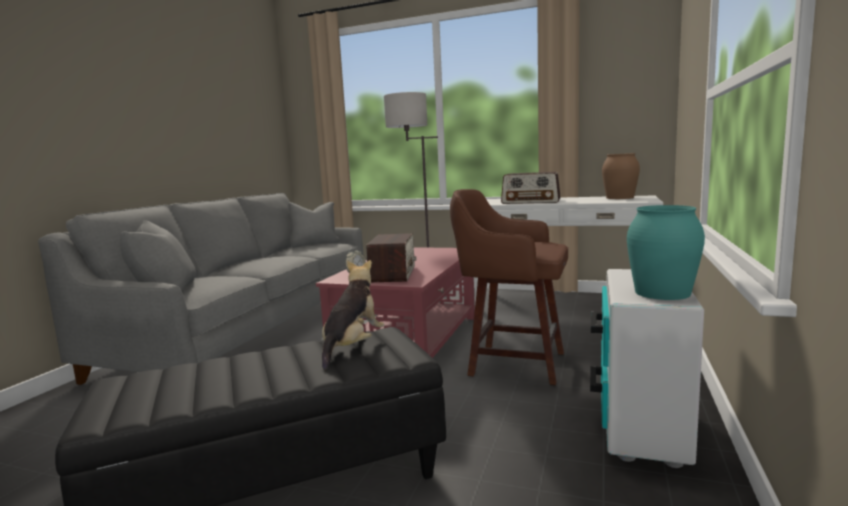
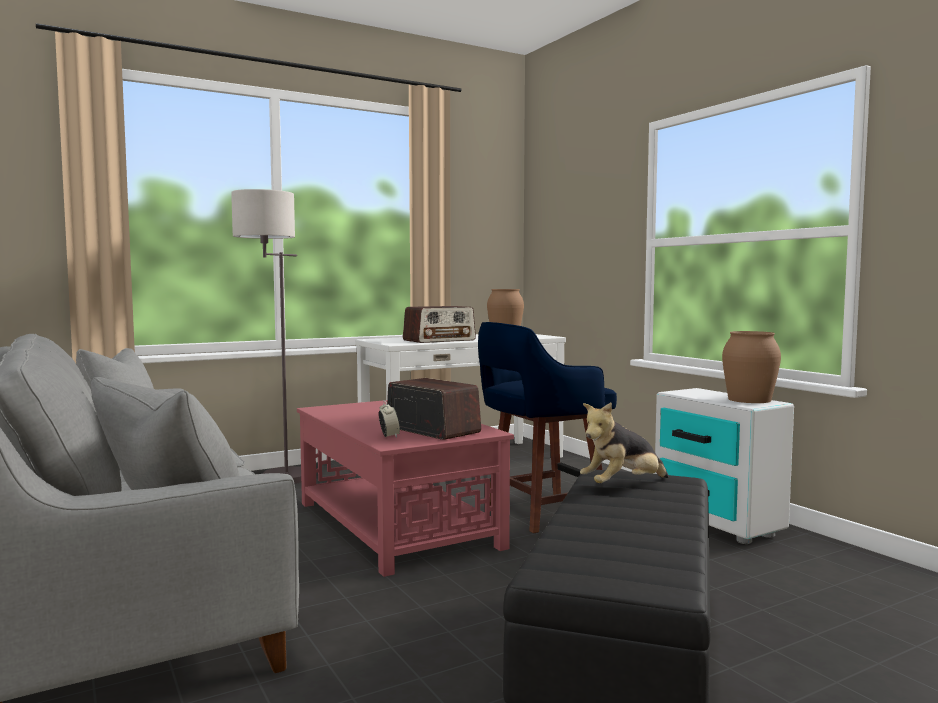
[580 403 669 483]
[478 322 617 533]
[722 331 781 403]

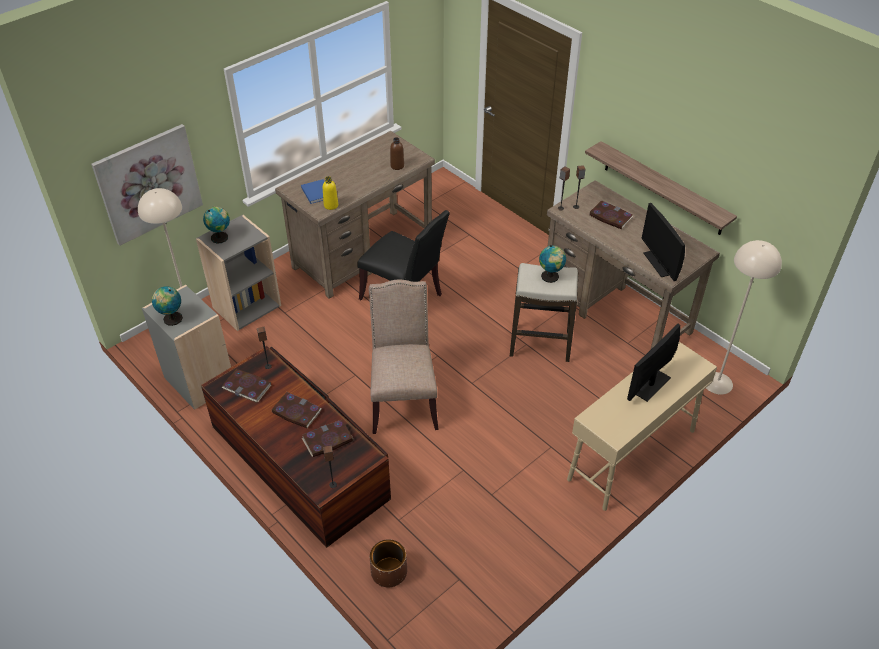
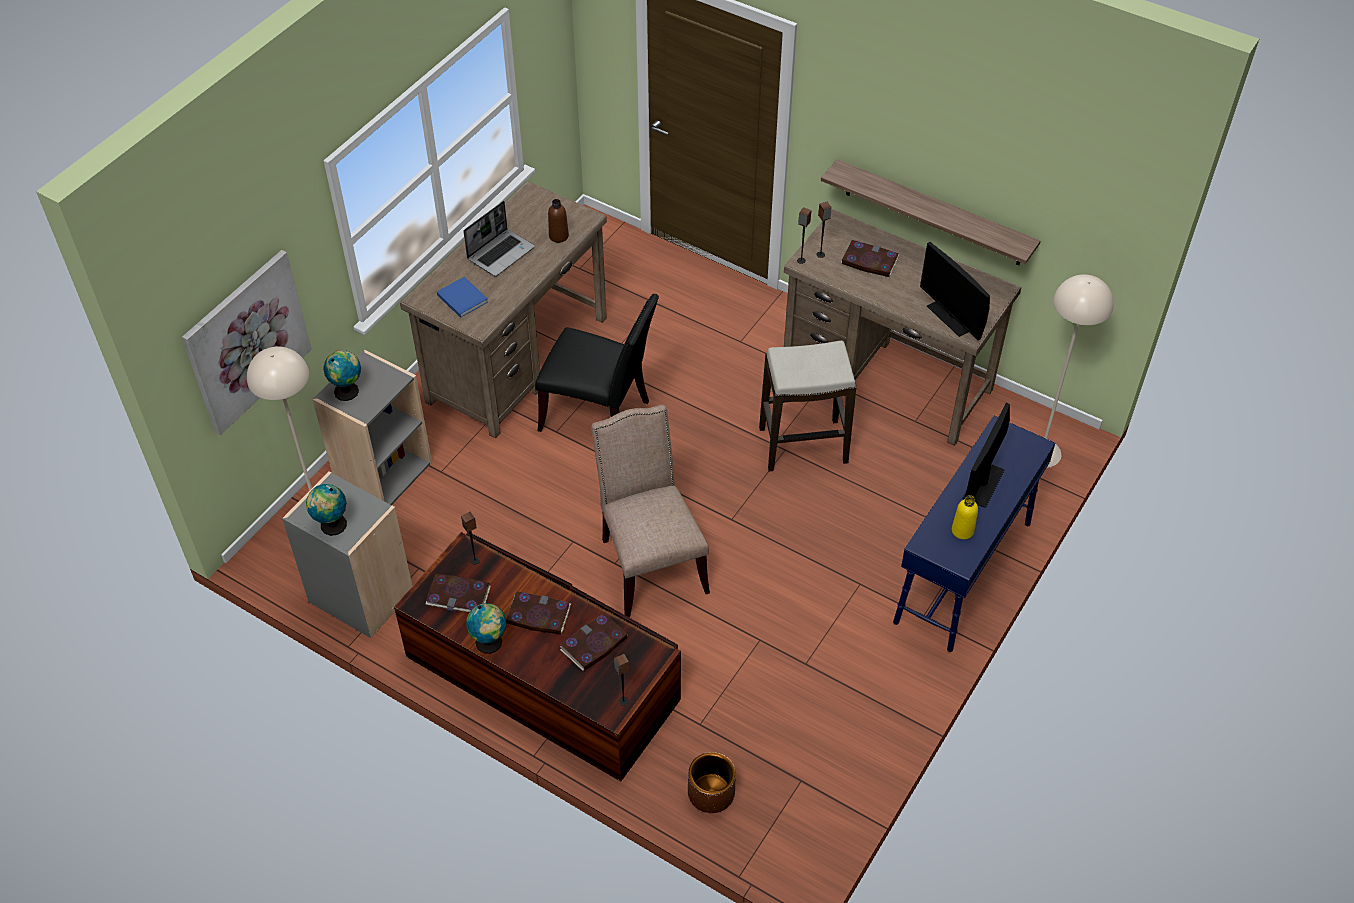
[952 495 978 540]
[466 603 507 654]
[893 416 1055 652]
[463 201 535 276]

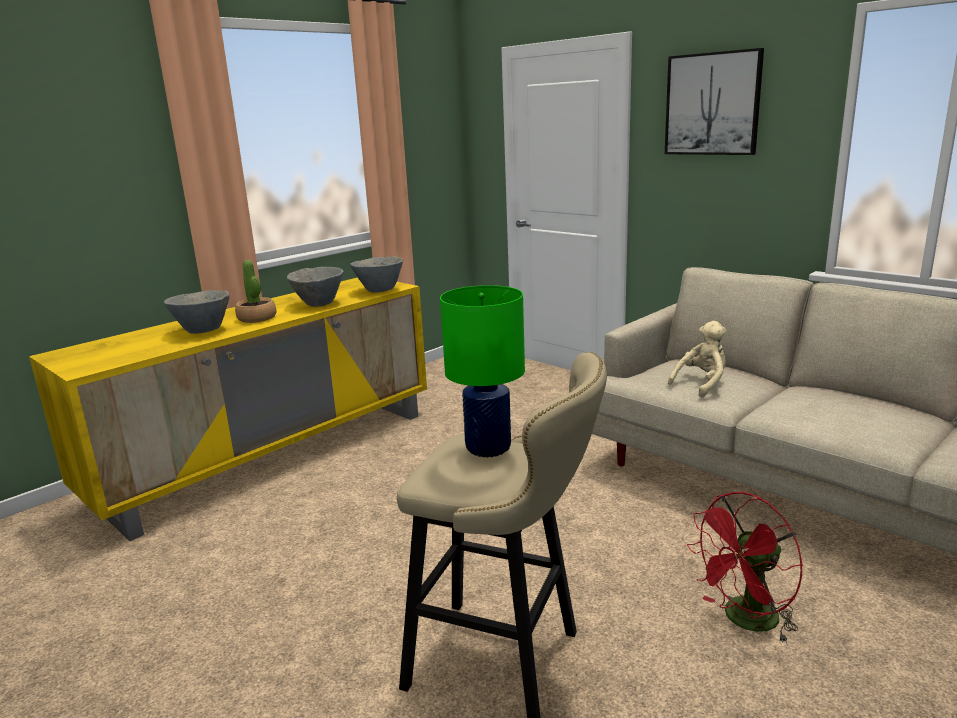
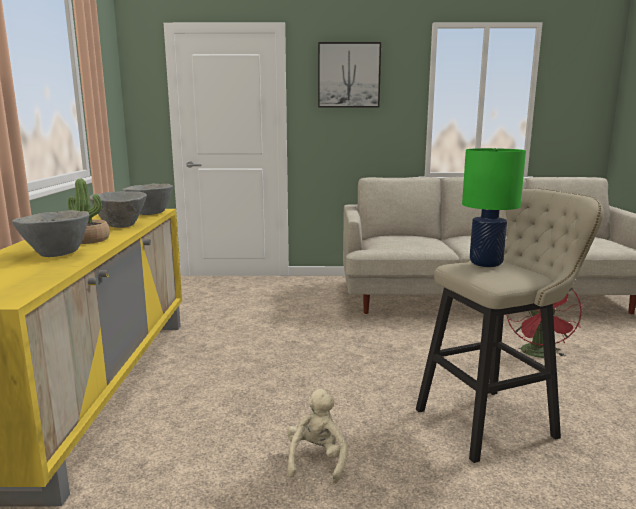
[287 389 347 484]

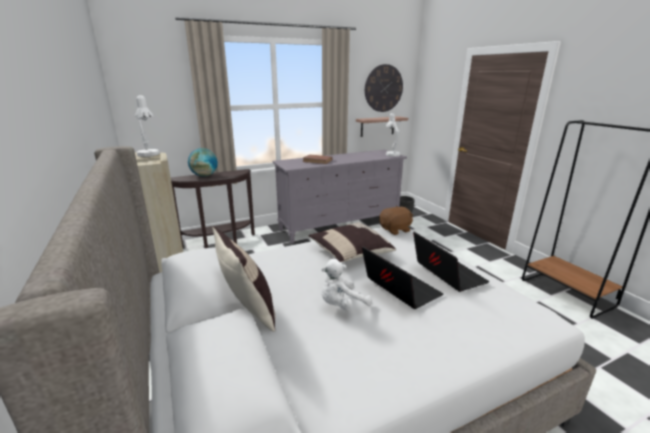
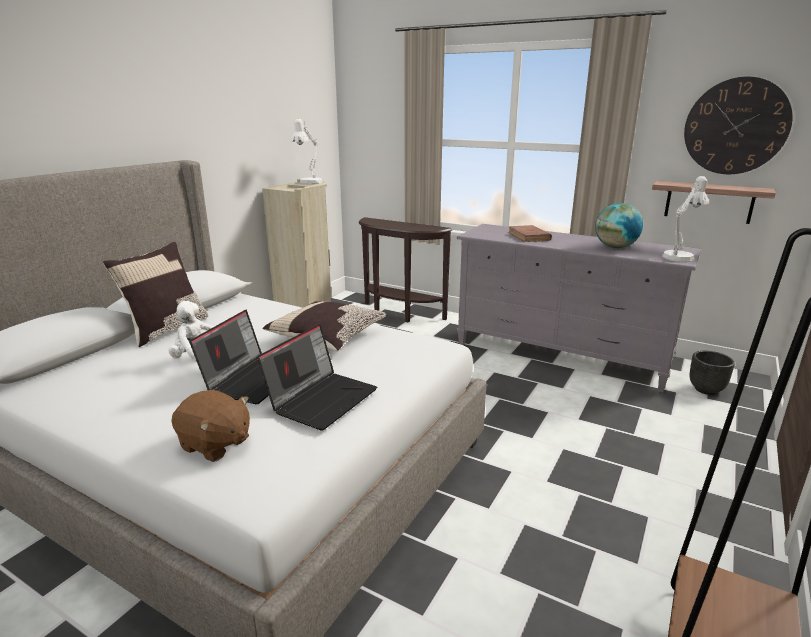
[595 203 643 248]
[171 390 250 462]

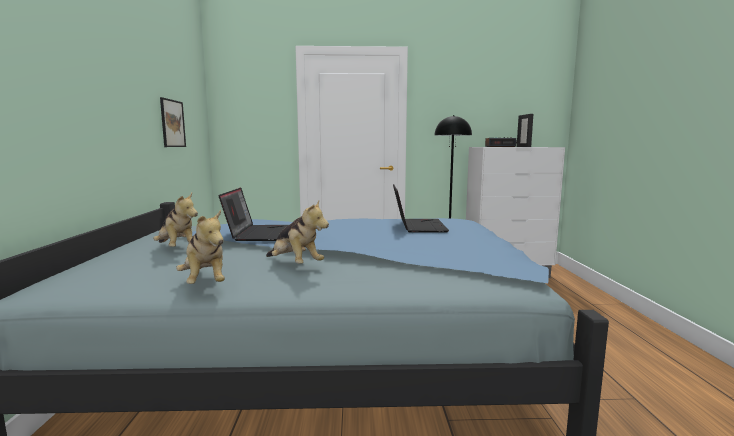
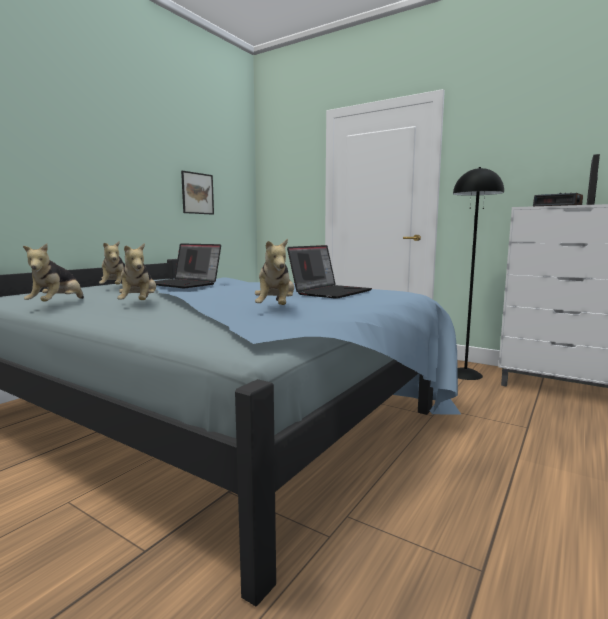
[155 243 221 288]
[255 239 294 305]

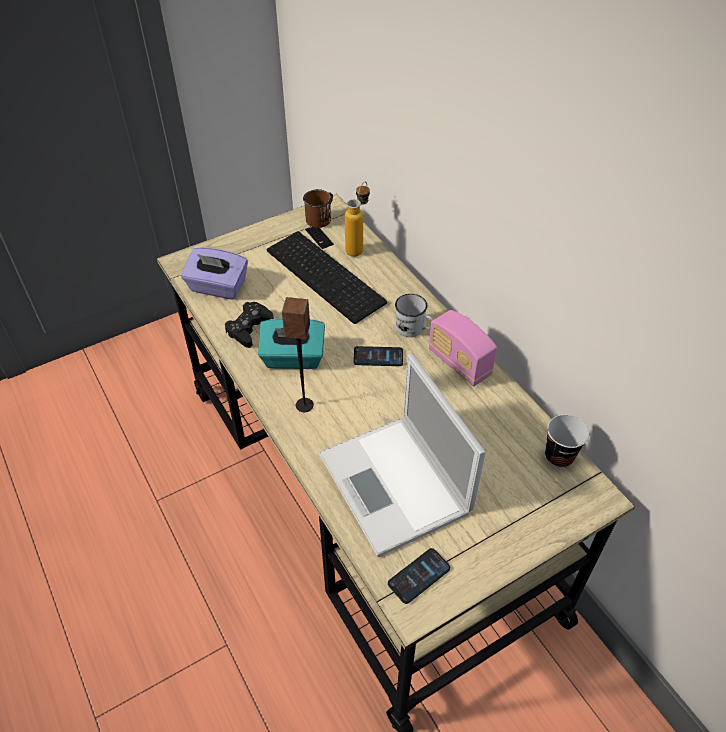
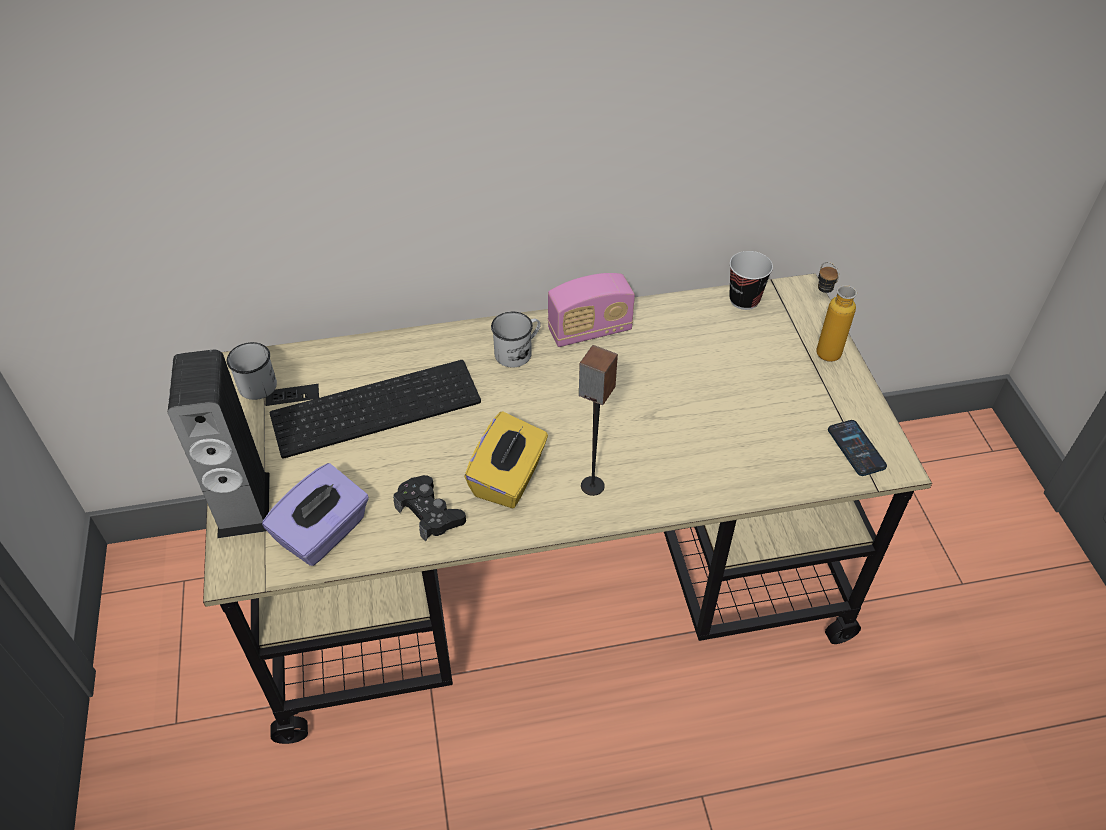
[464 411 548 508]
[227 342 277 400]
[319 354 486 557] (first image)
[816 262 857 362]
[353 346 403 366] (first image)
[168 350 270 538]

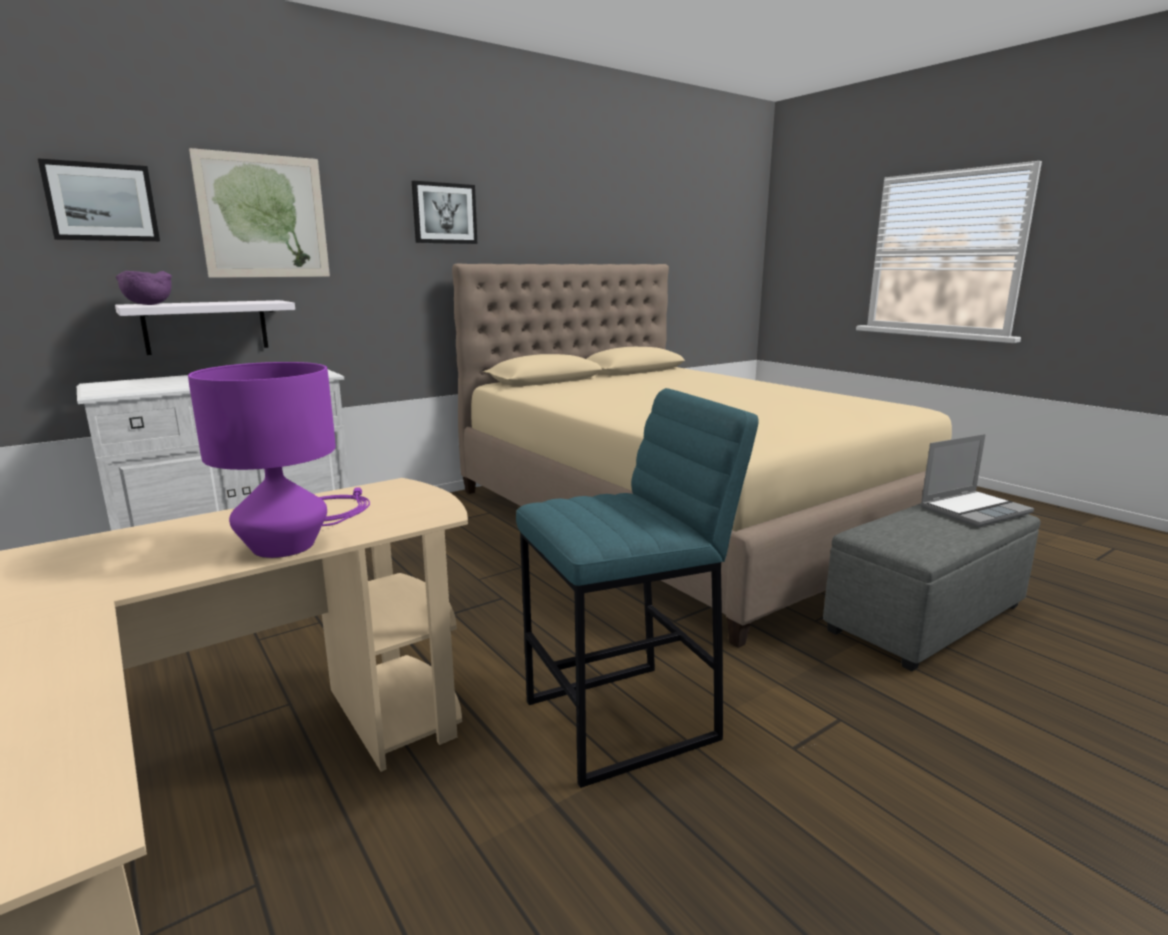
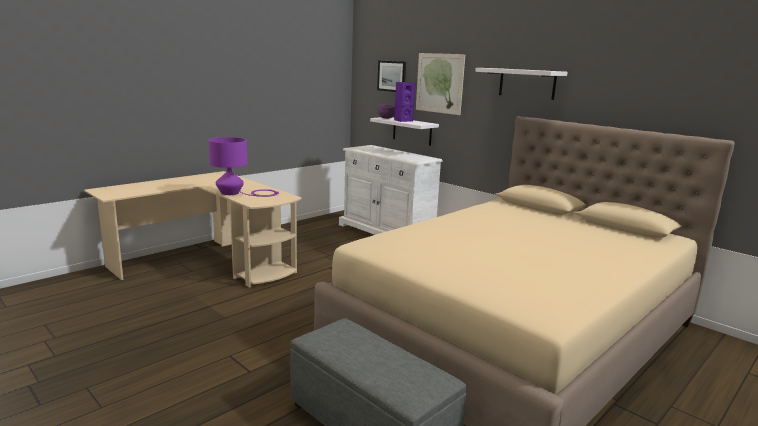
[475 68 567 100]
[516 388 759 788] (first image)
[920 434 1034 527] (first image)
[394 82 415 122]

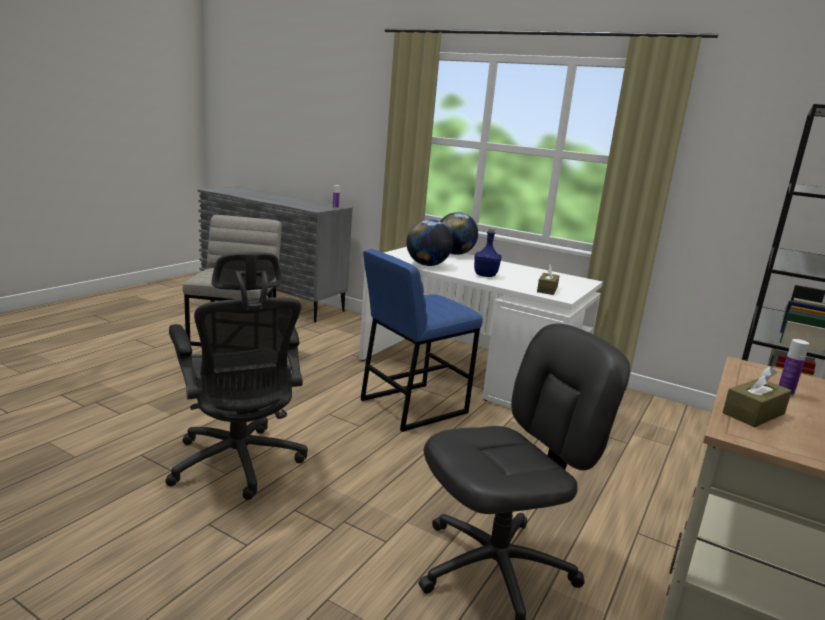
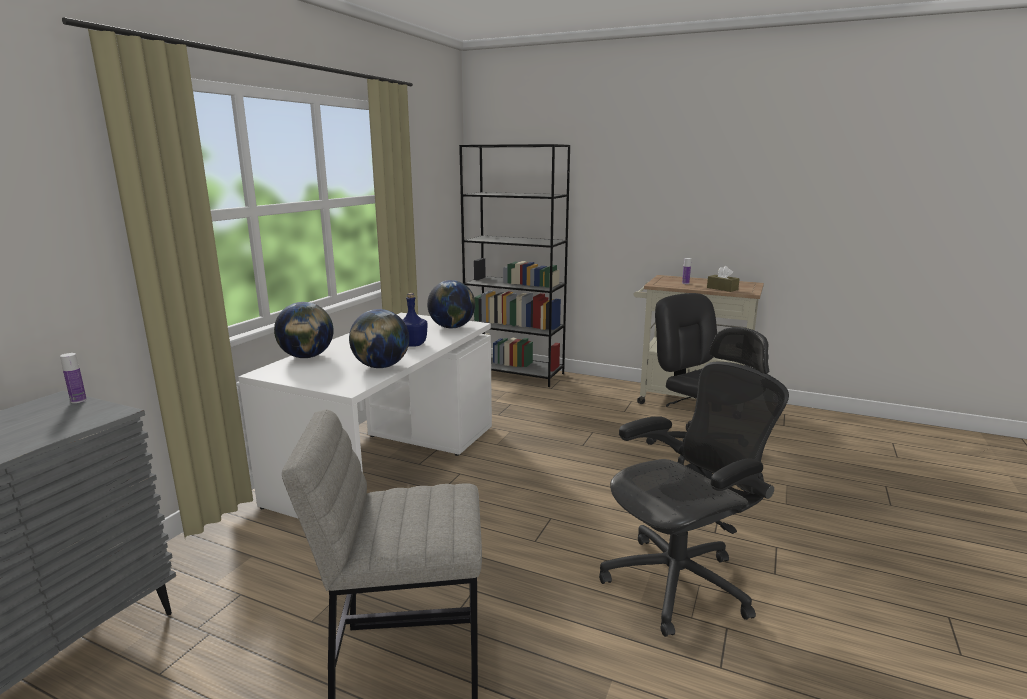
[361 249 483 432] (first image)
[427 280 475 328]

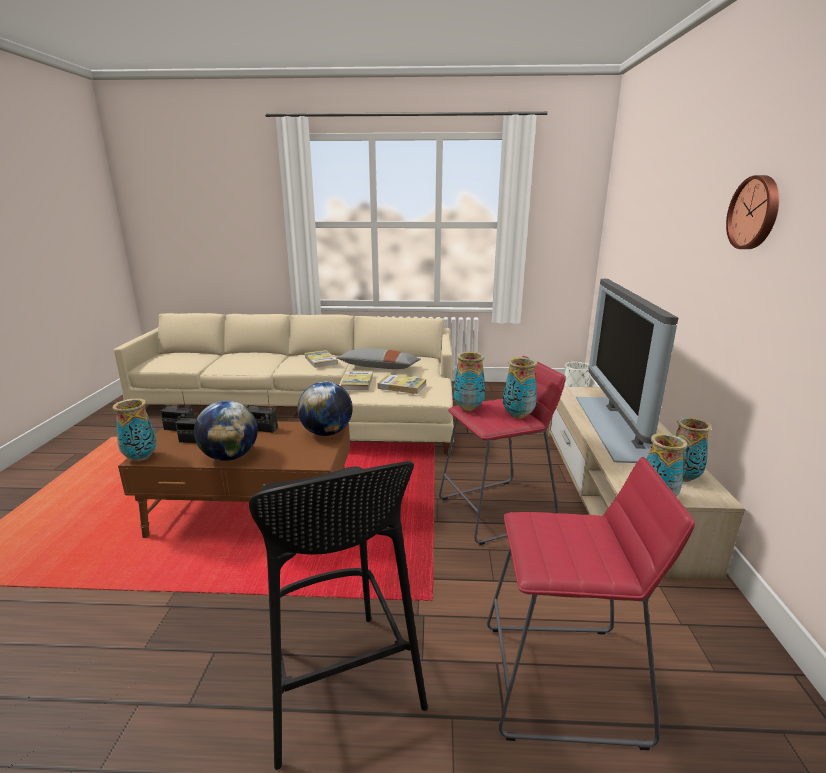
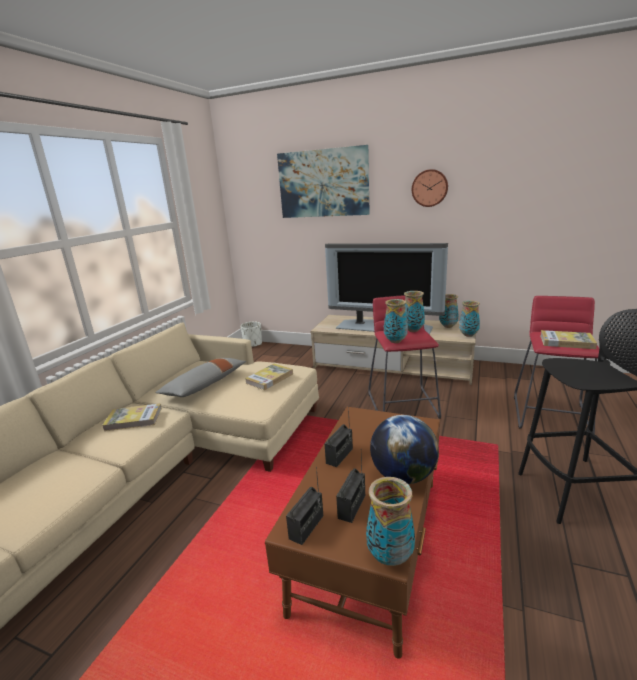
[297 382 353 436] (first image)
[540 330 597 349]
[277 145 370 218]

